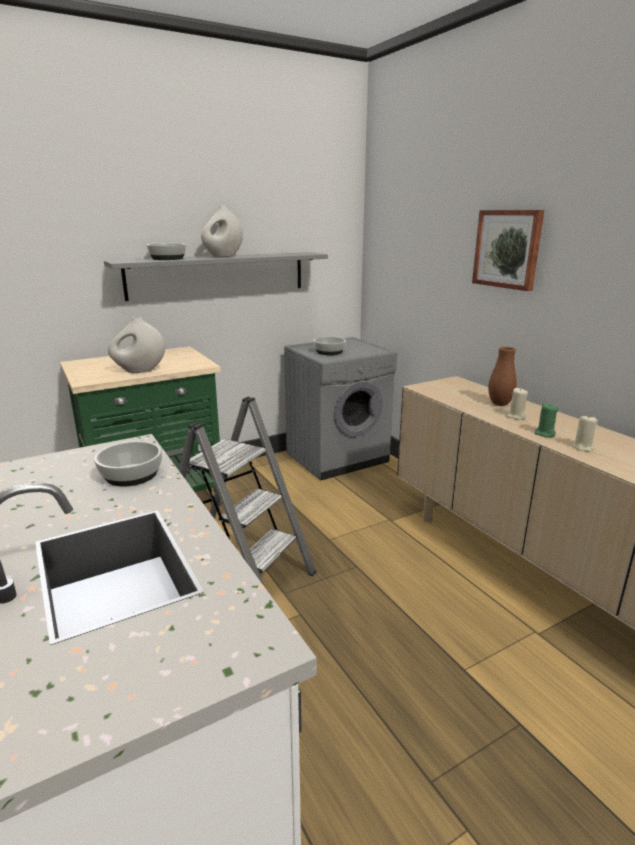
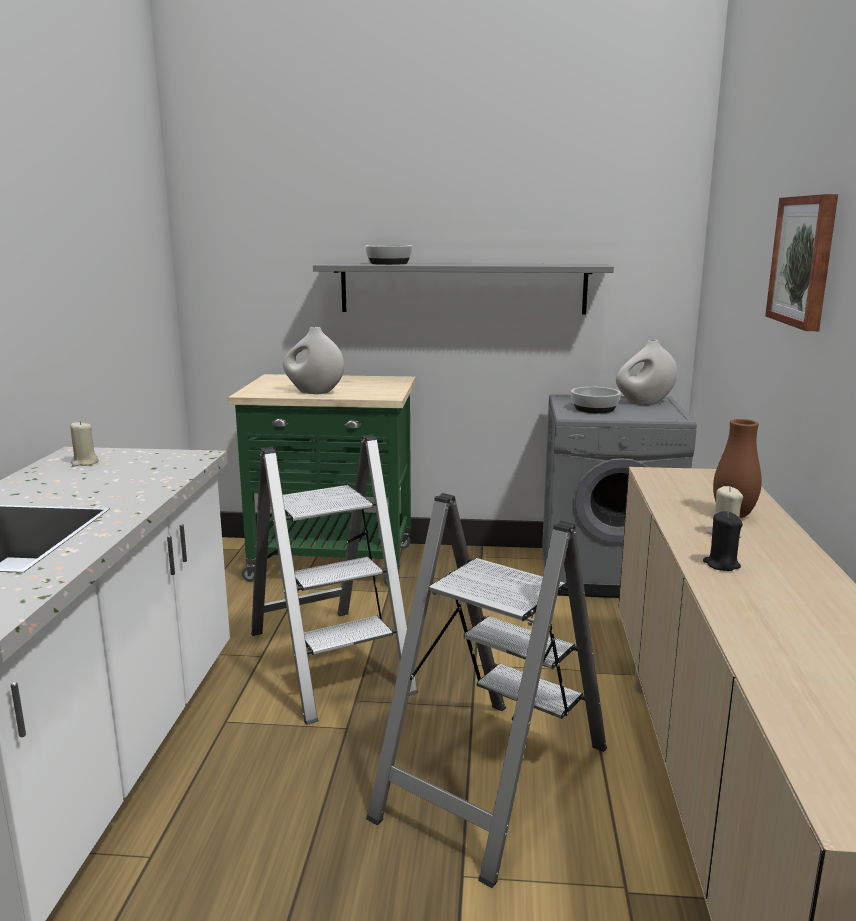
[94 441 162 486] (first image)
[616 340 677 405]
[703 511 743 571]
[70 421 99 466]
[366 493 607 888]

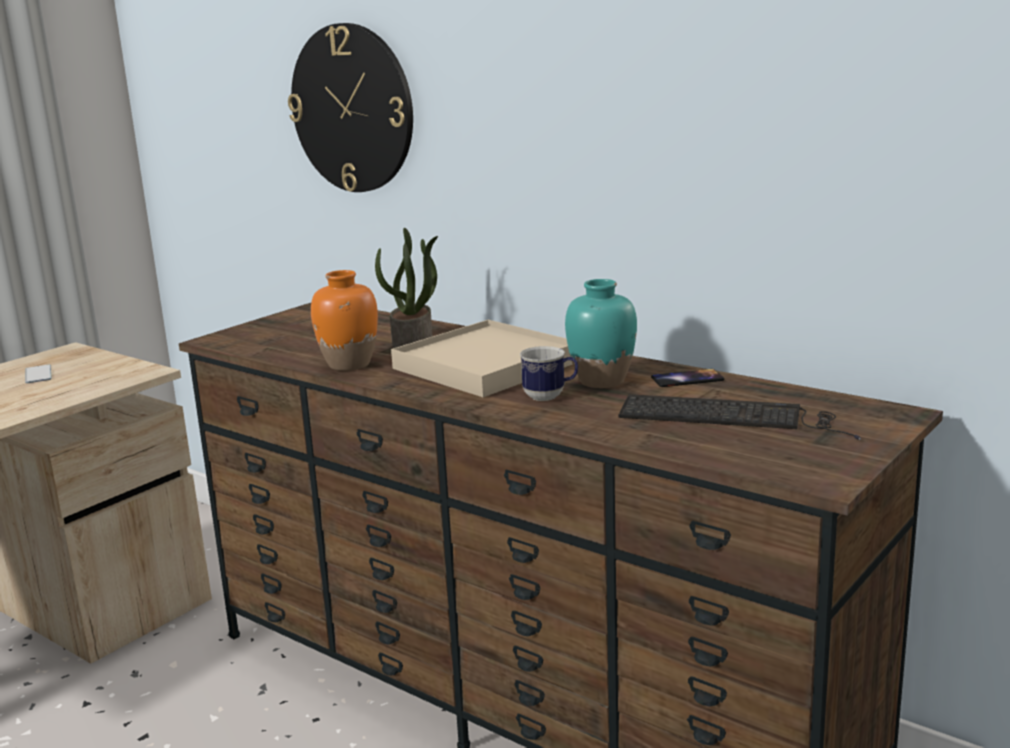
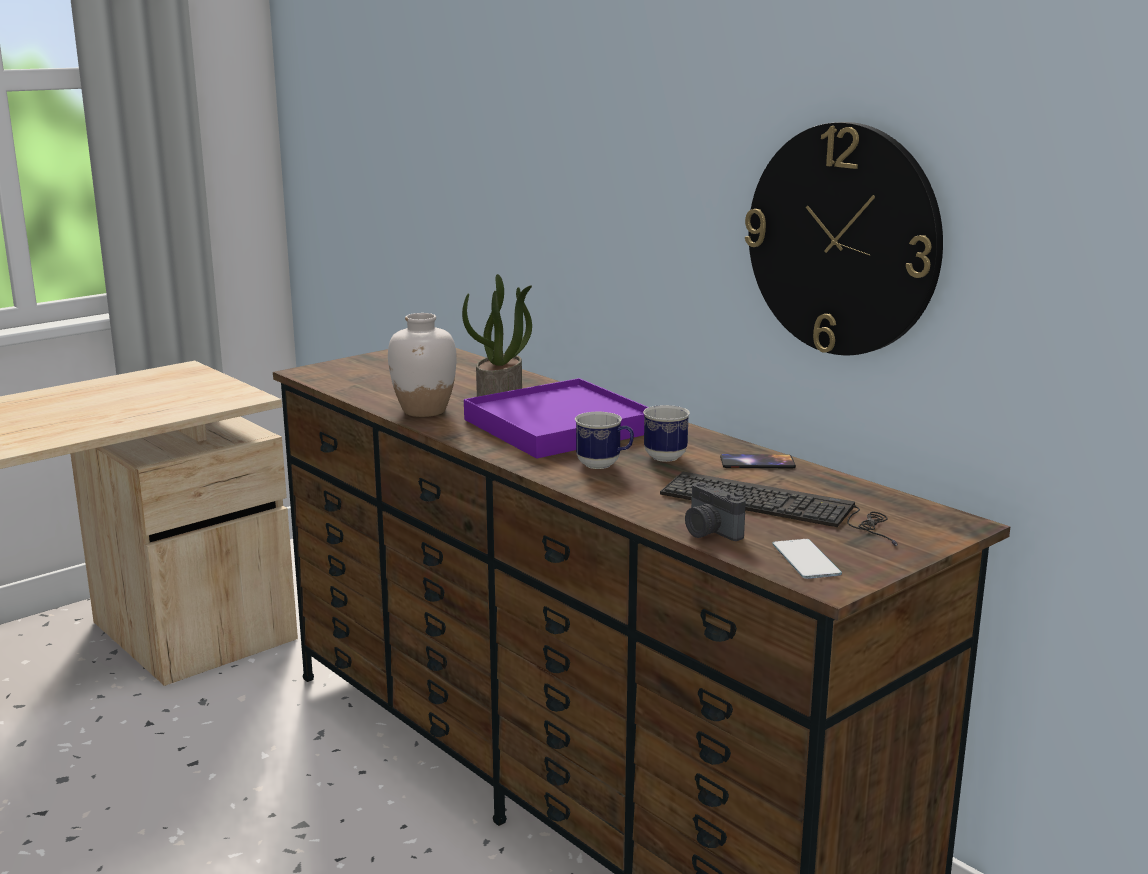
[773 539 842 579]
[745 122 943 355]
[388 313 457 417]
[464 378 649 459]
[643 405 690 462]
[685 482 746 541]

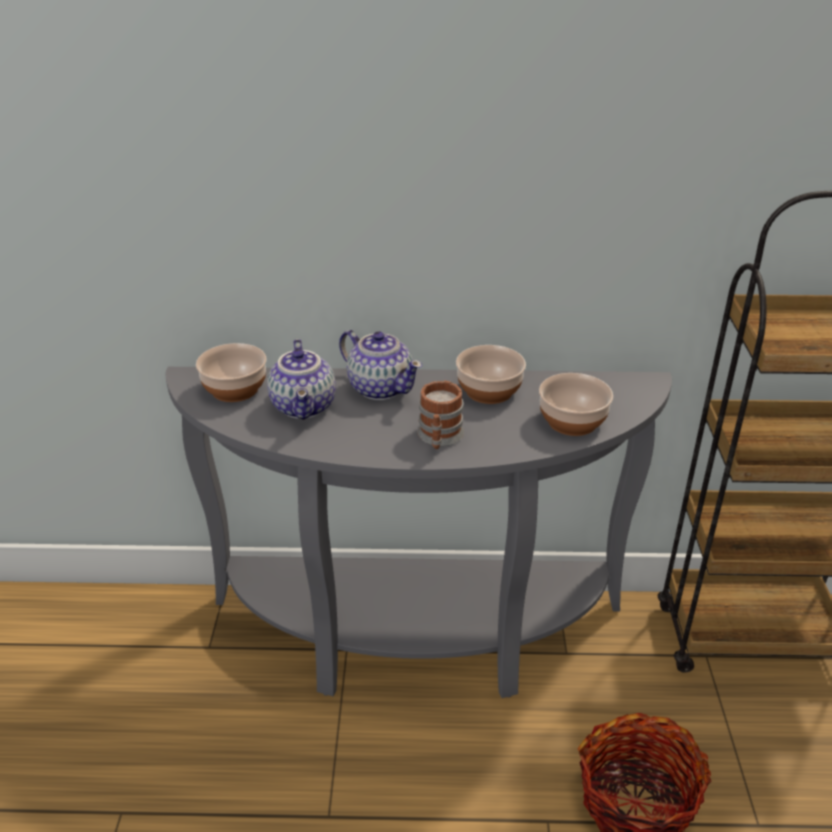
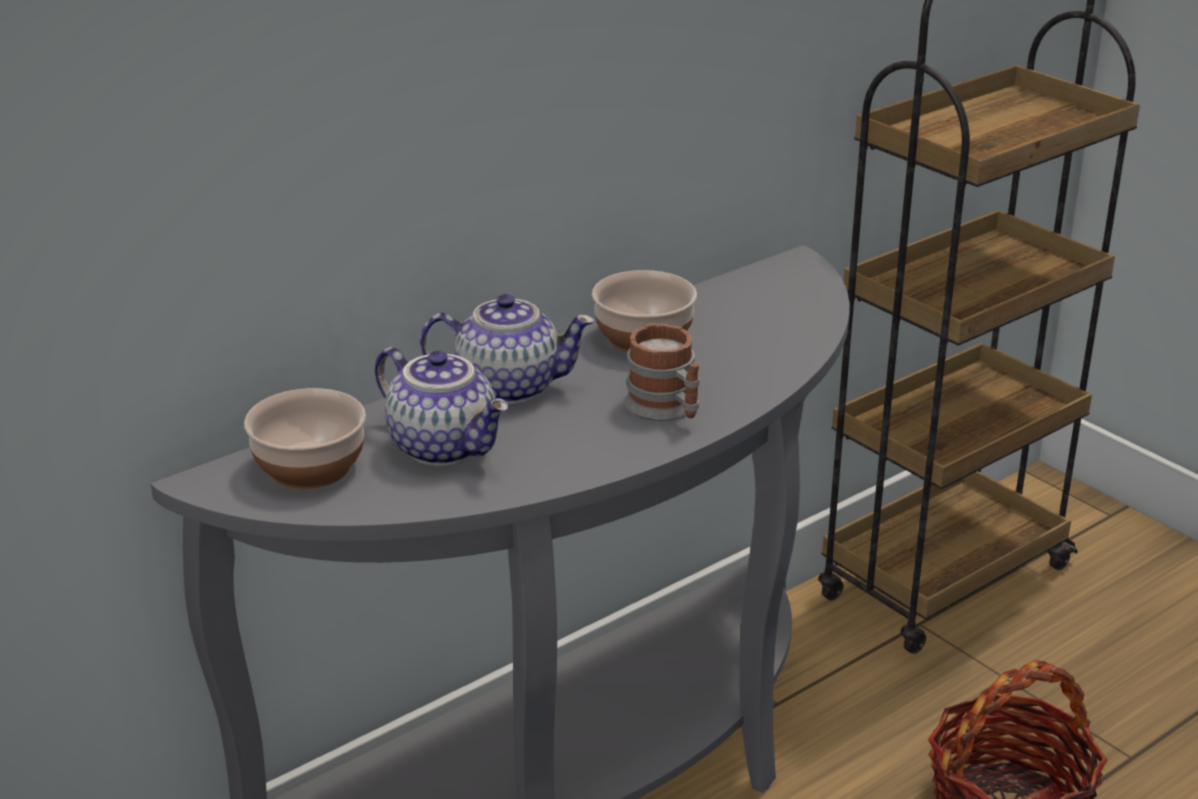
[539 373 613 436] (first image)

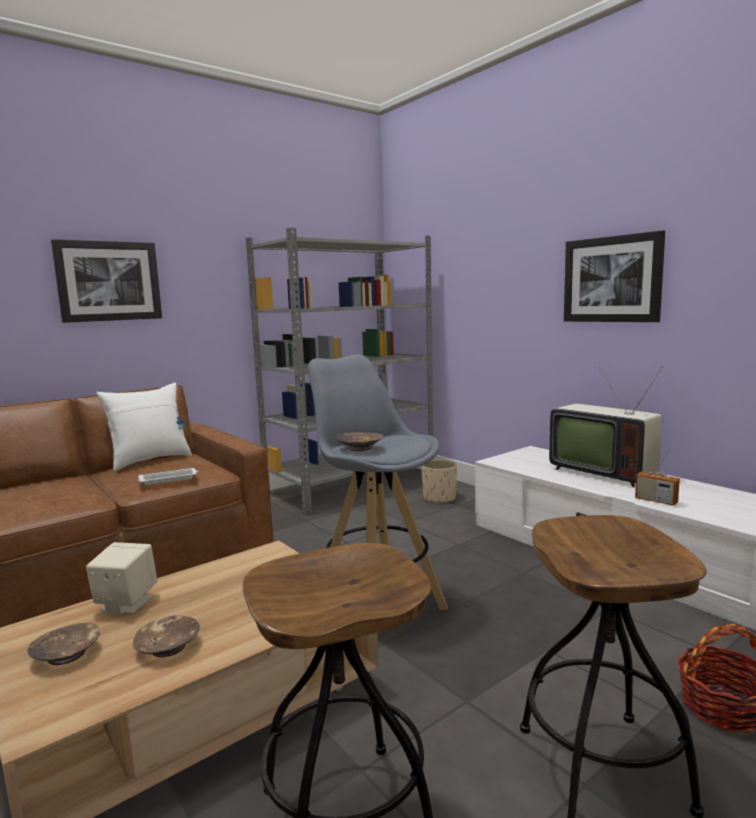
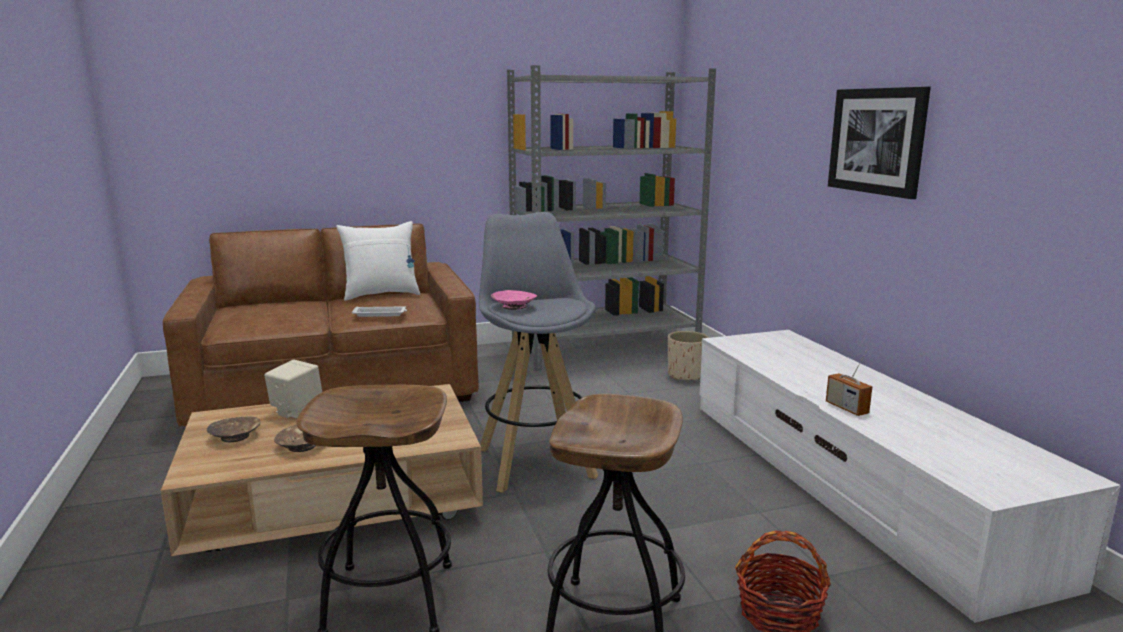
[51 239 162 323] (first image)
[491 290 537 310]
[549 366 663 487] (first image)

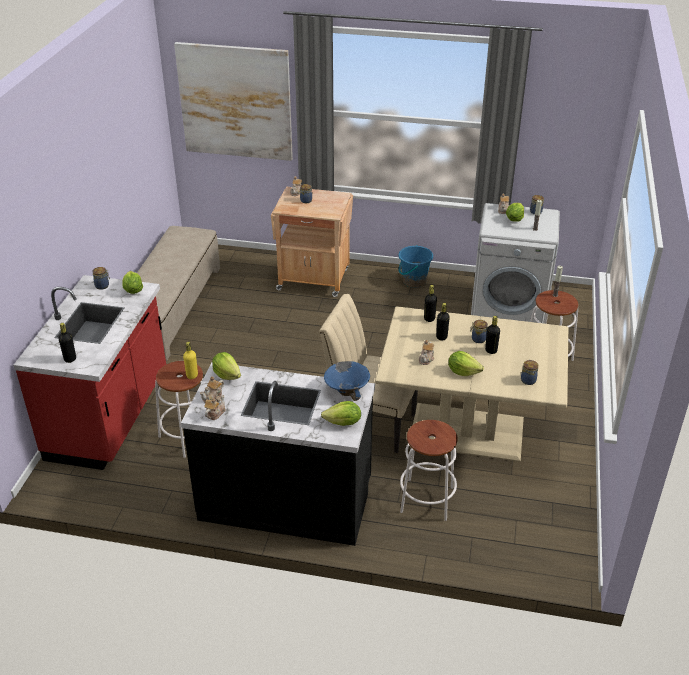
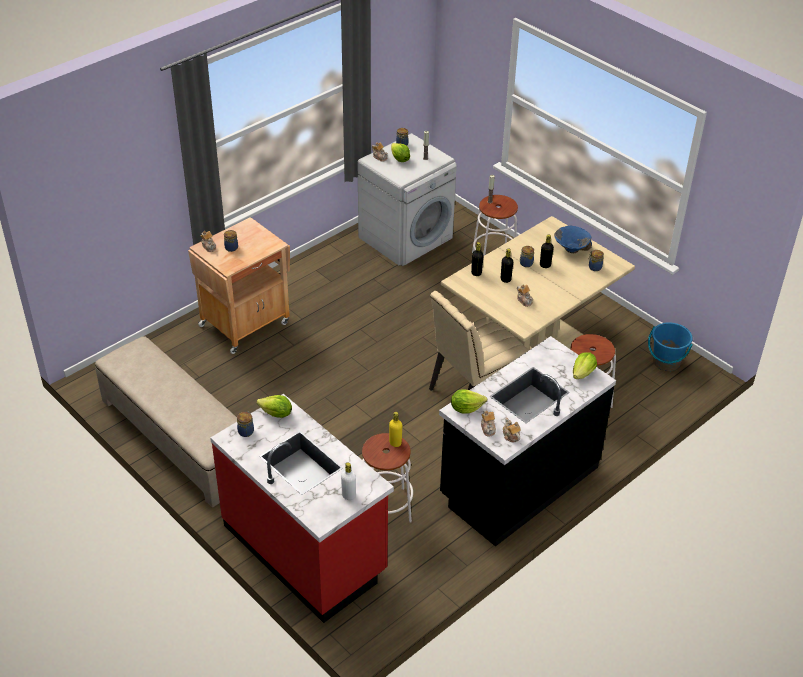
[341 462 356 500]
[174 42 293 161] (first image)
[554 226 592 253]
[648 322 693 371]
[448 351 484 376] (first image)

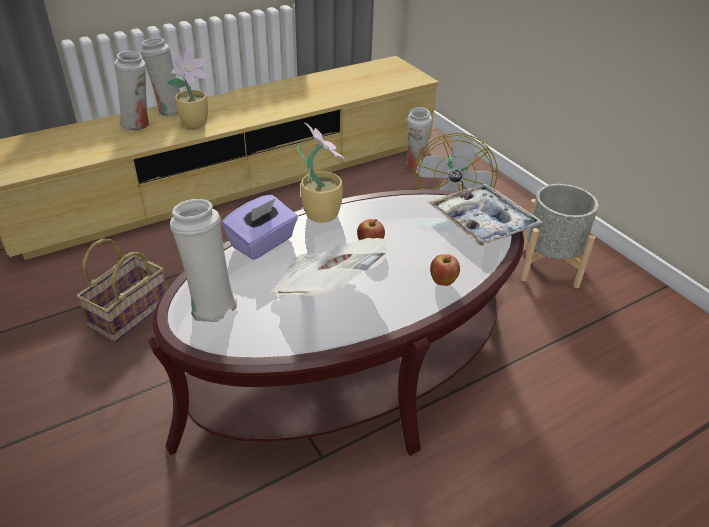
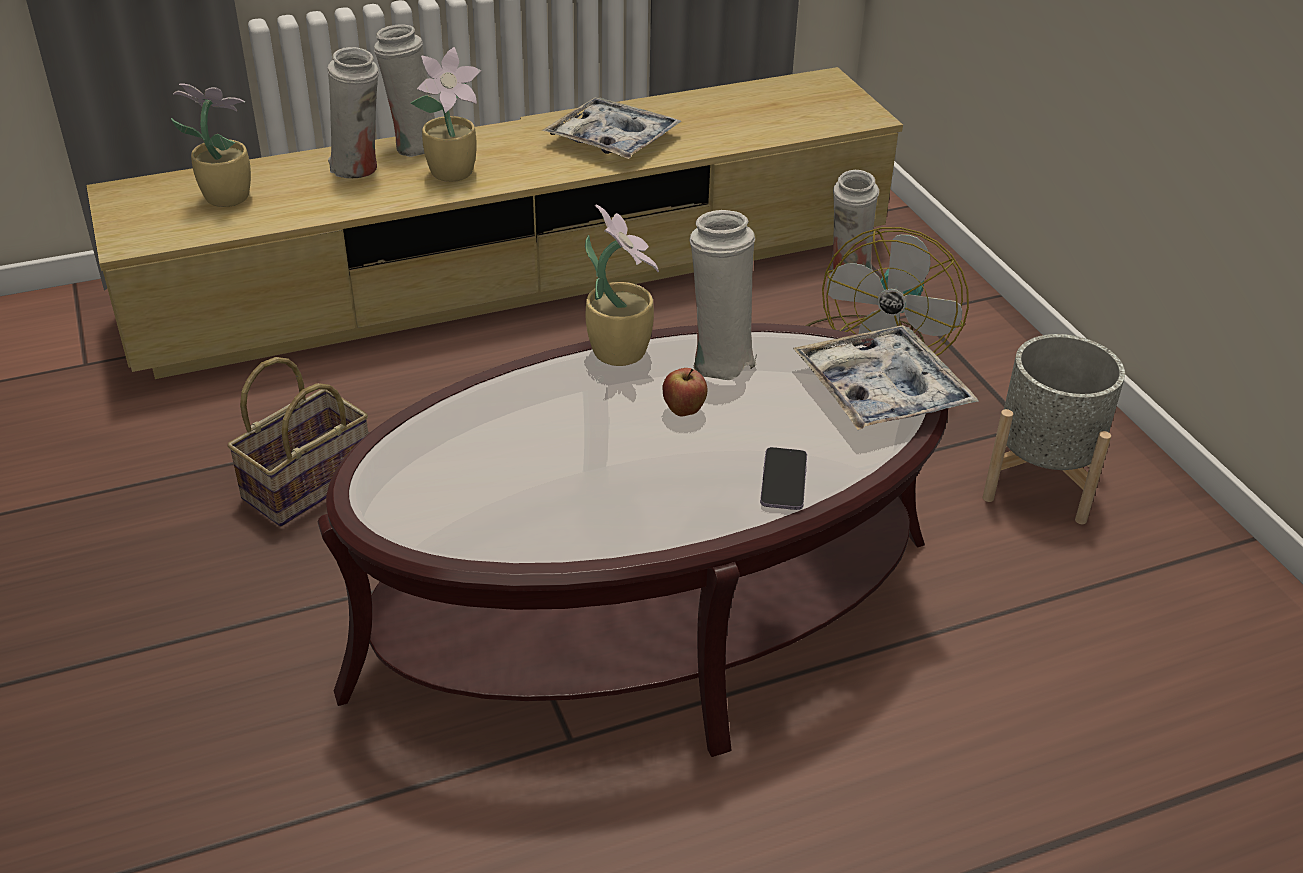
[690 210 757 380]
[222 194 298 260] (first image)
[270 238 390 296] (first image)
[760 447 807 510]
[171 83 251 207]
[542 97 682 159]

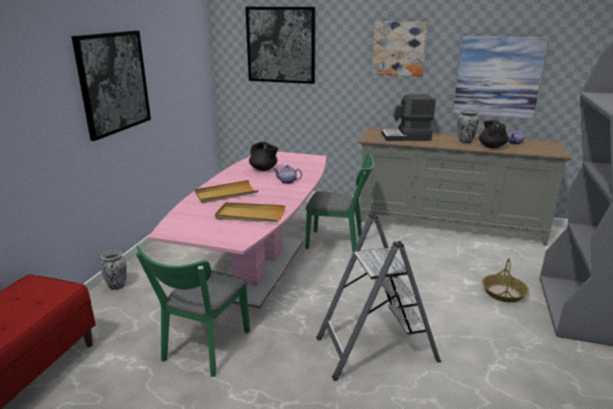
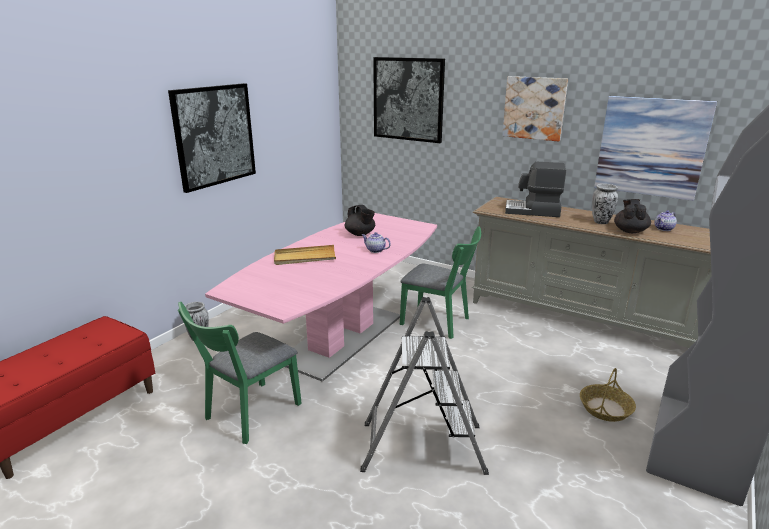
[215 202 285 222] (first image)

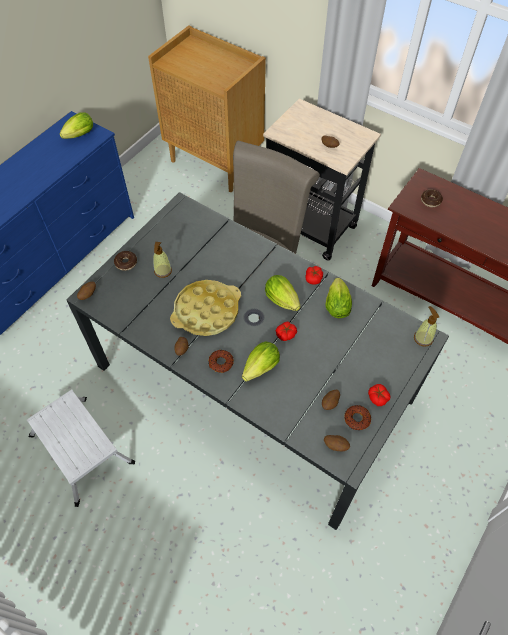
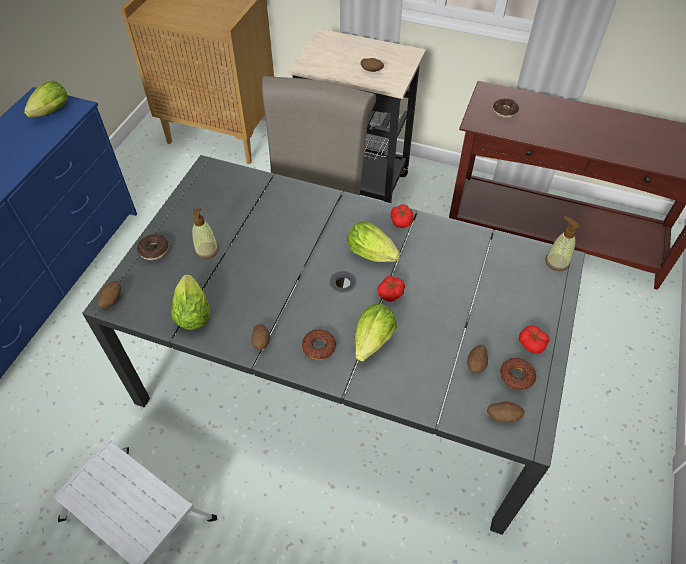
[170 280 241 336] (first image)
[171 274 210 330]

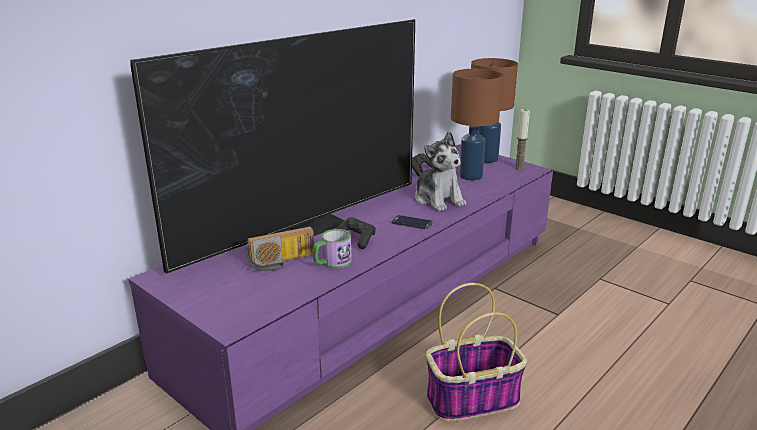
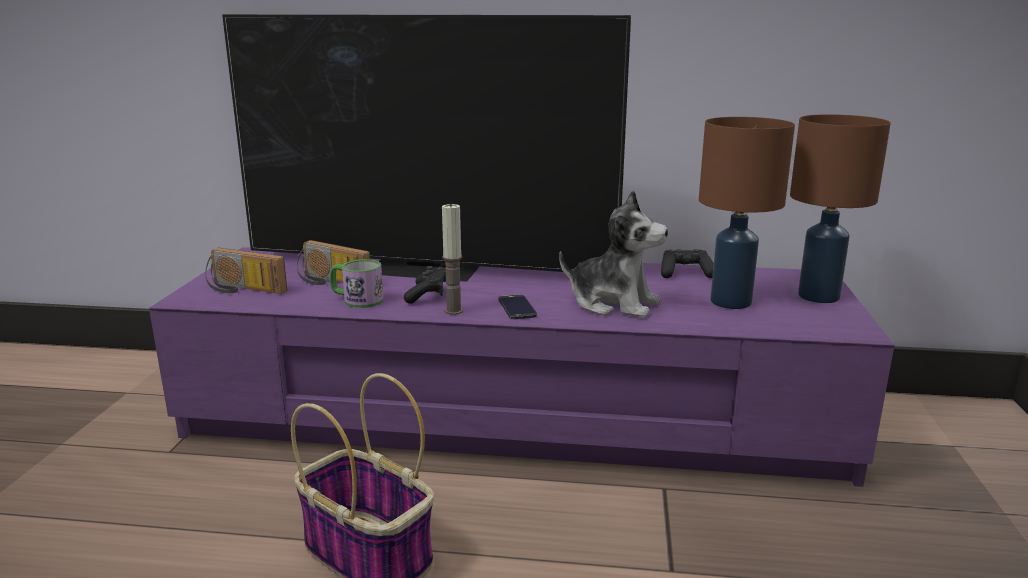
[559 190 668 318]
[442 203 463 315]
[205 248 287 294]

